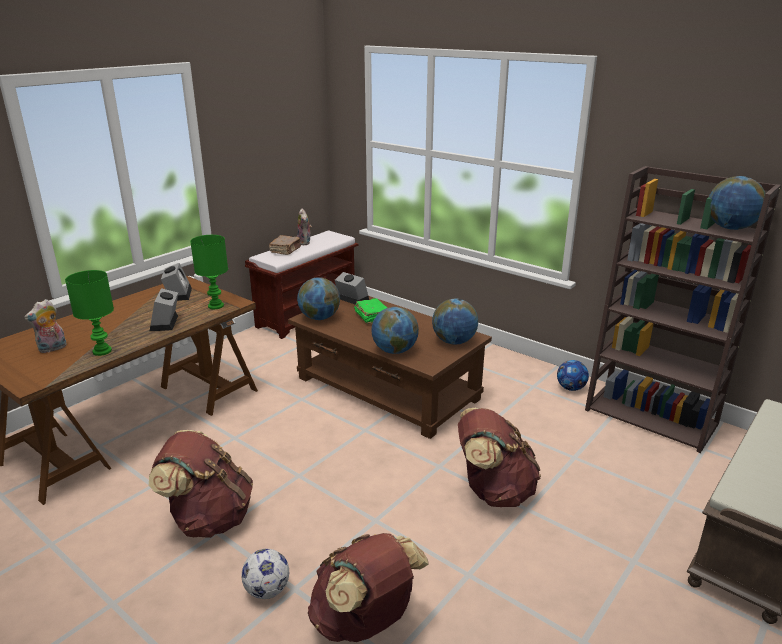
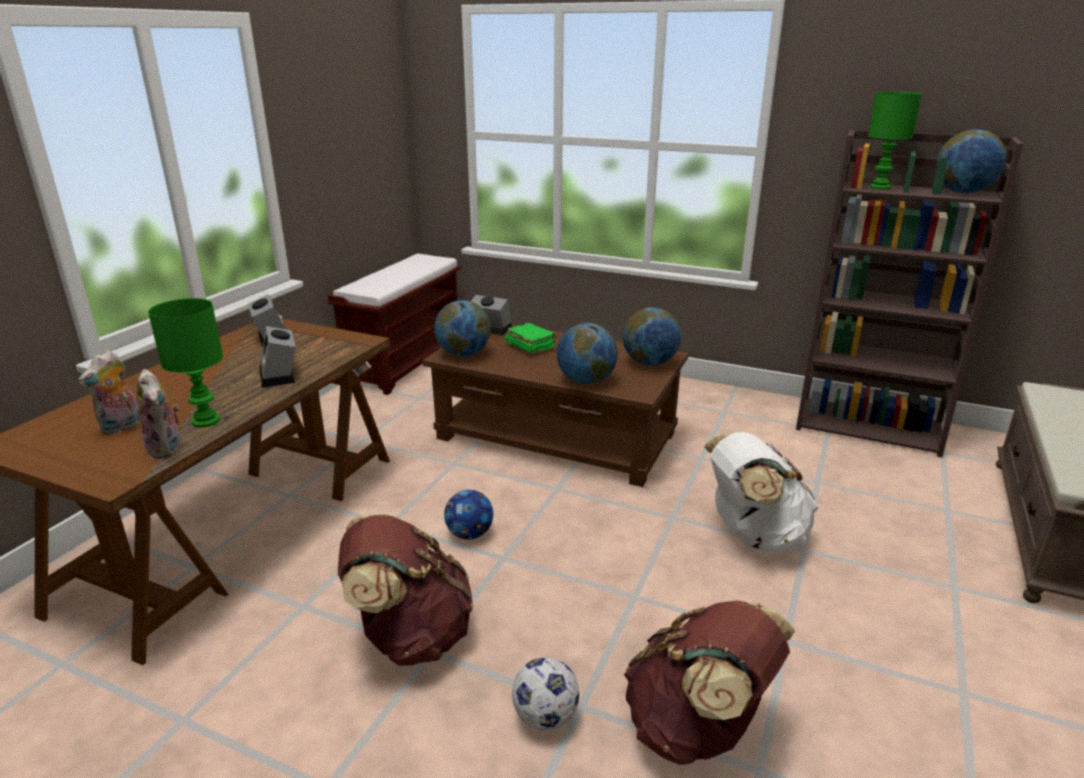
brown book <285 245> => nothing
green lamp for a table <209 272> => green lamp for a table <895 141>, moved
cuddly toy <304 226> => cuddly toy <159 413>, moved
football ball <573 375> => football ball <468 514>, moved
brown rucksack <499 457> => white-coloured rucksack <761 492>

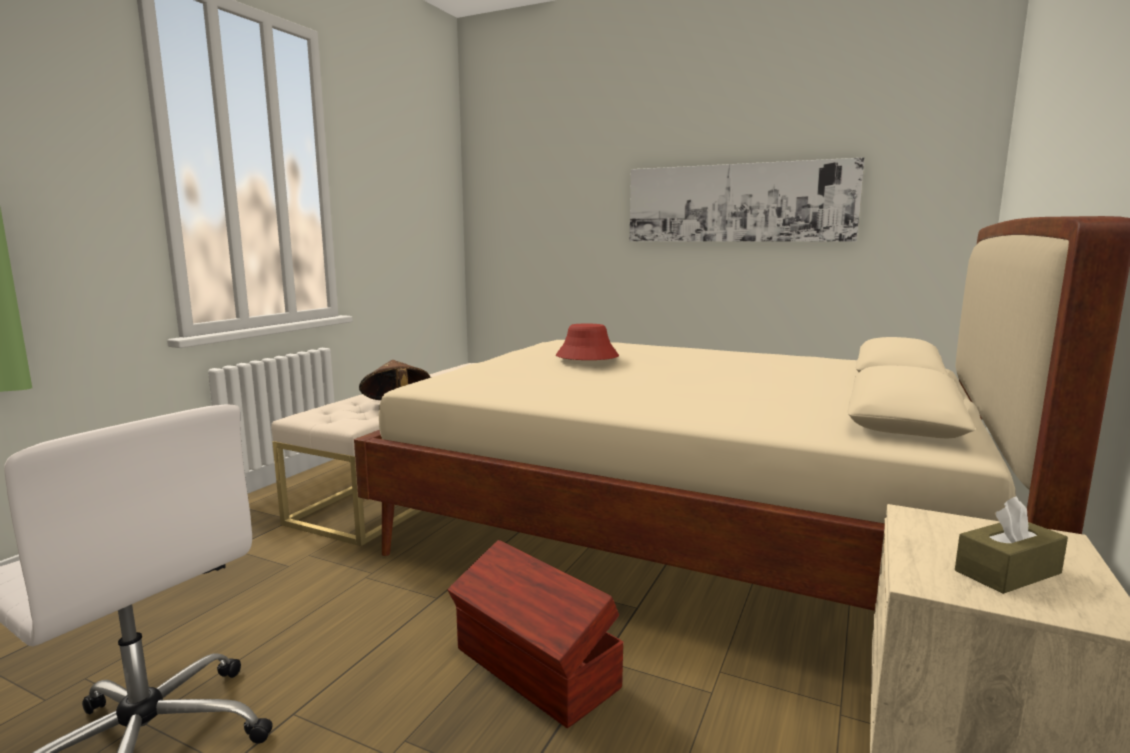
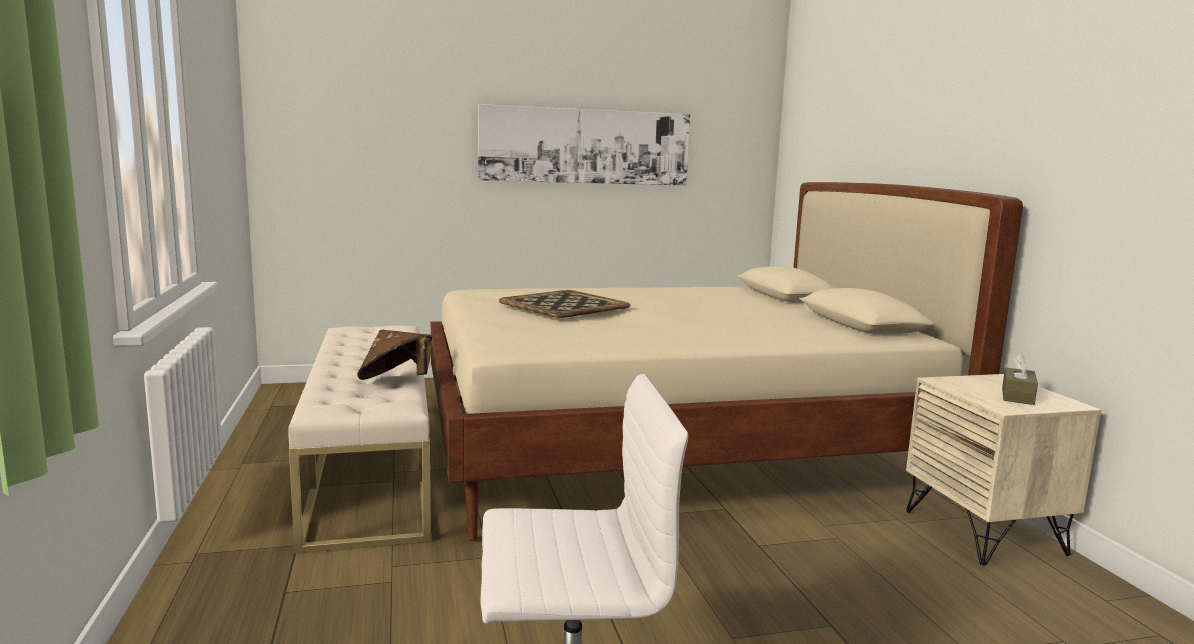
brown storage box <535 634> => nothing
red-coloured clothing hat <587 342> => tray <564 304>

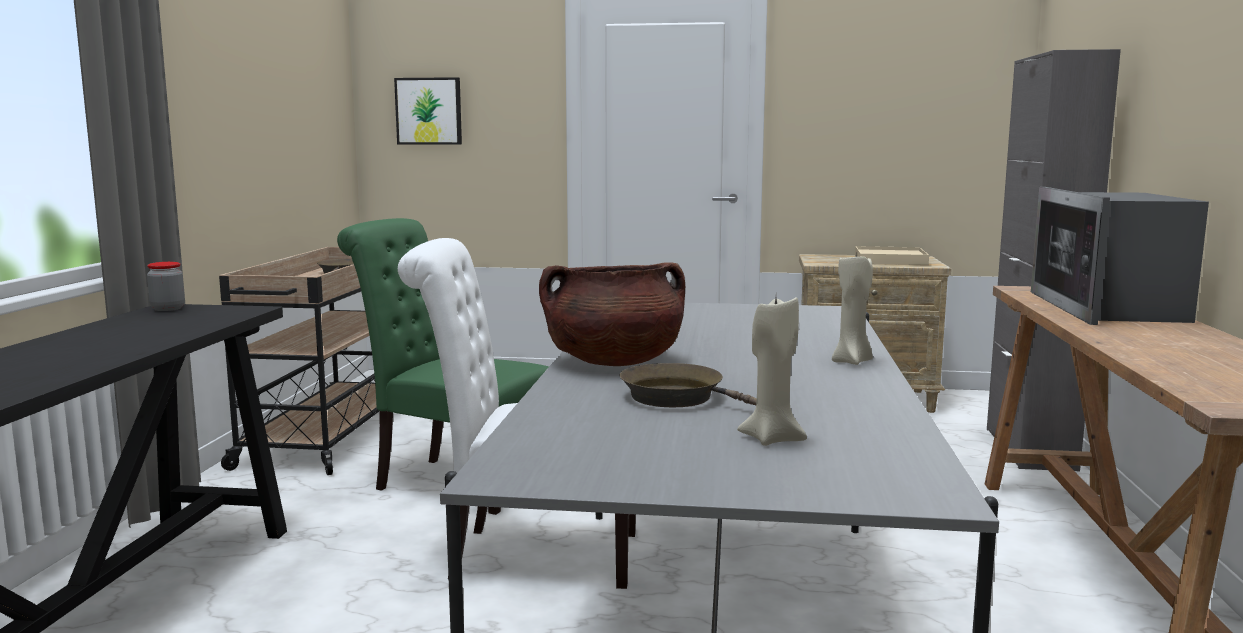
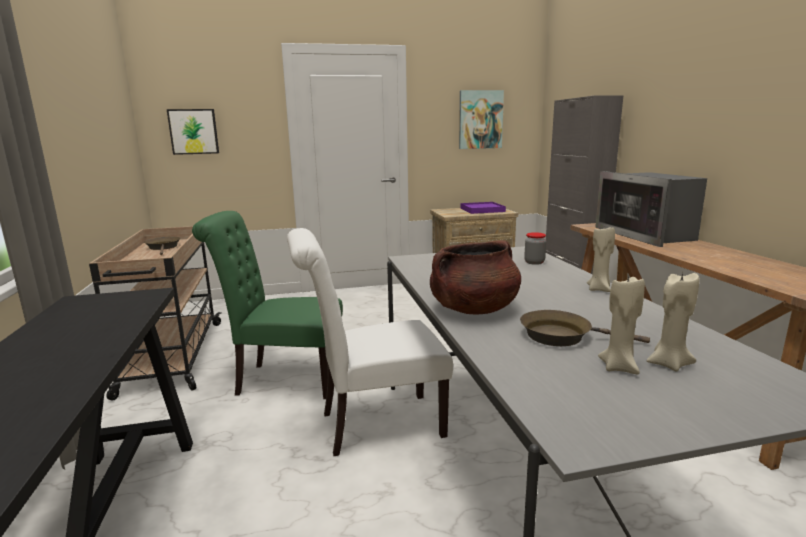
nothing => wall picture <481 119>
nothing => beige candle <621 324>
storage jar <166 286> => storage jar <535 248>, moved
beige tray <892 255> => purplish tray <483 208>

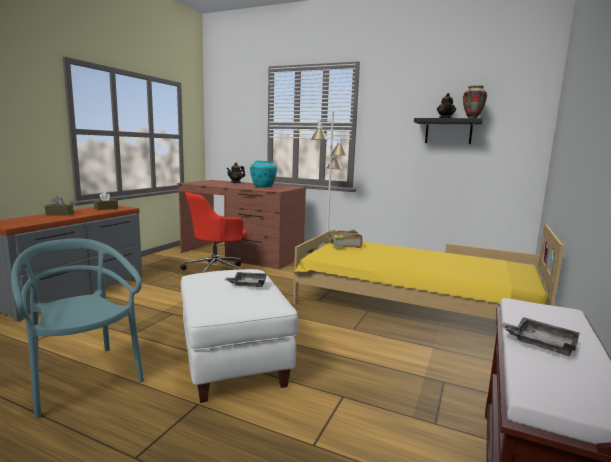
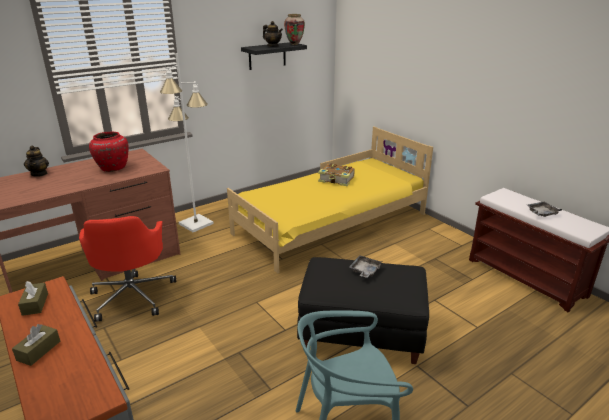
book <344 238> => book <336 175>, moved
white-coloured pouffe <239 336> => black pouffe <363 310>
turquoise flower vase <263 174> => red-coloured flower vase <108 152>

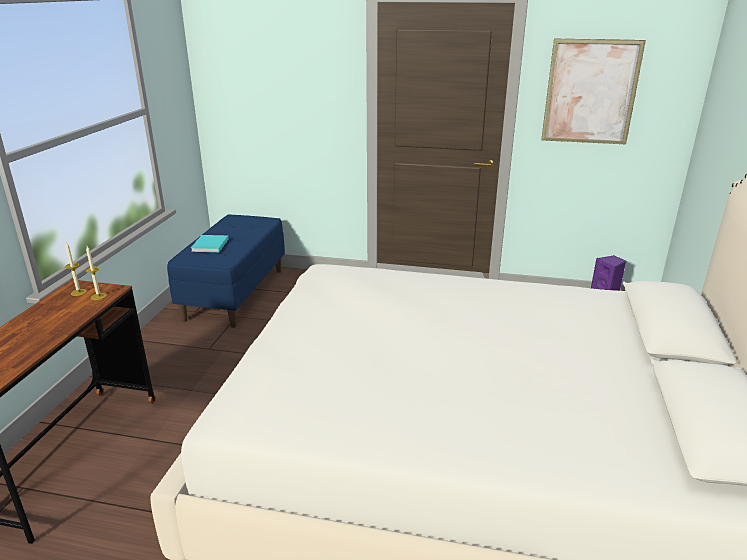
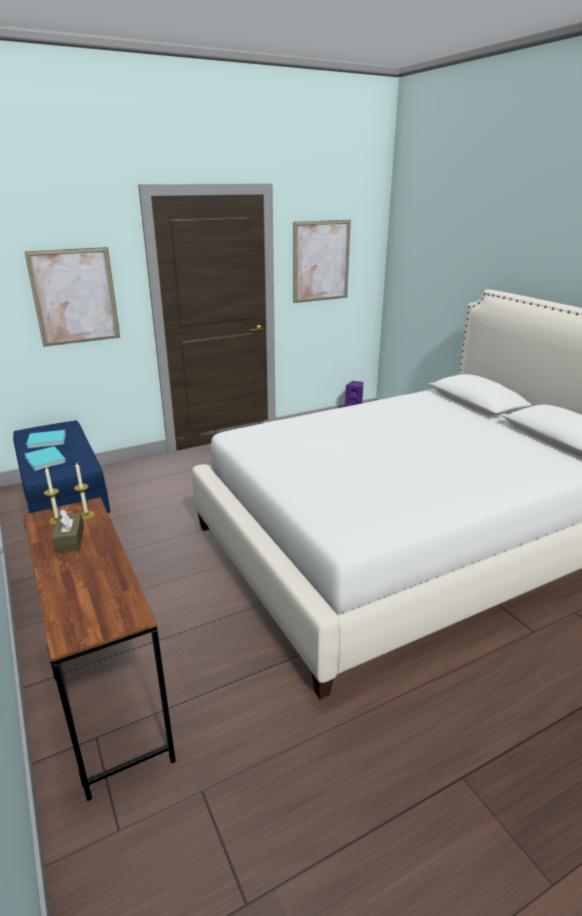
nothing => wall picture <72 297>
nothing => turquoise book <46 439>
nothing => brown tissue holder <68 531>

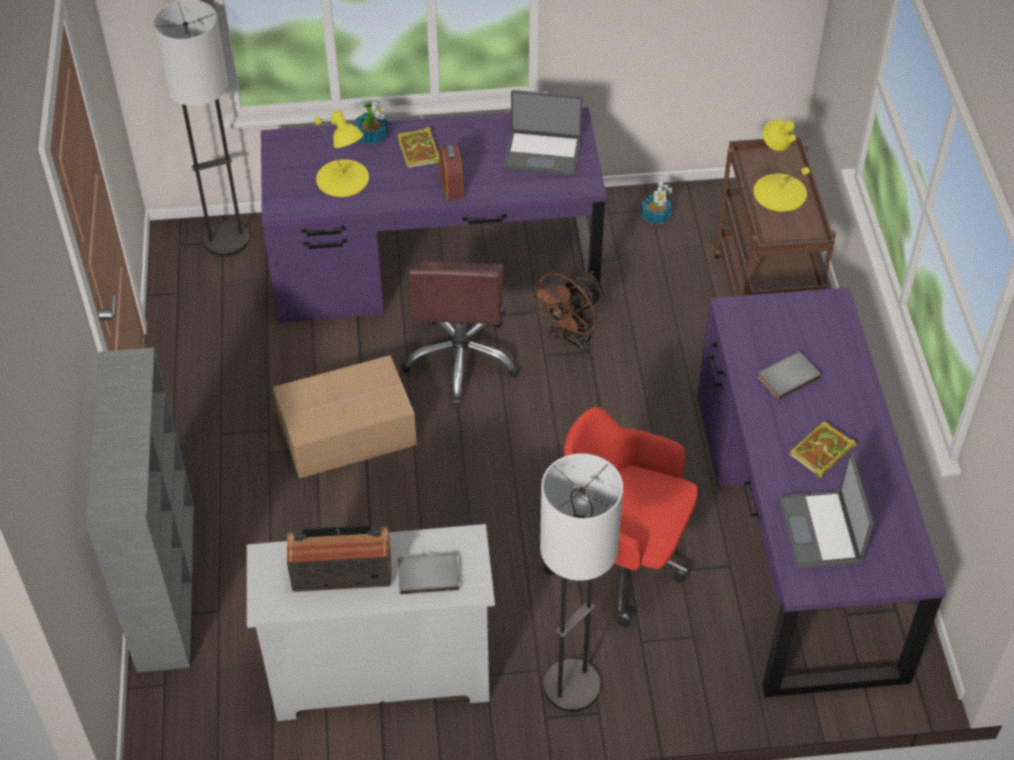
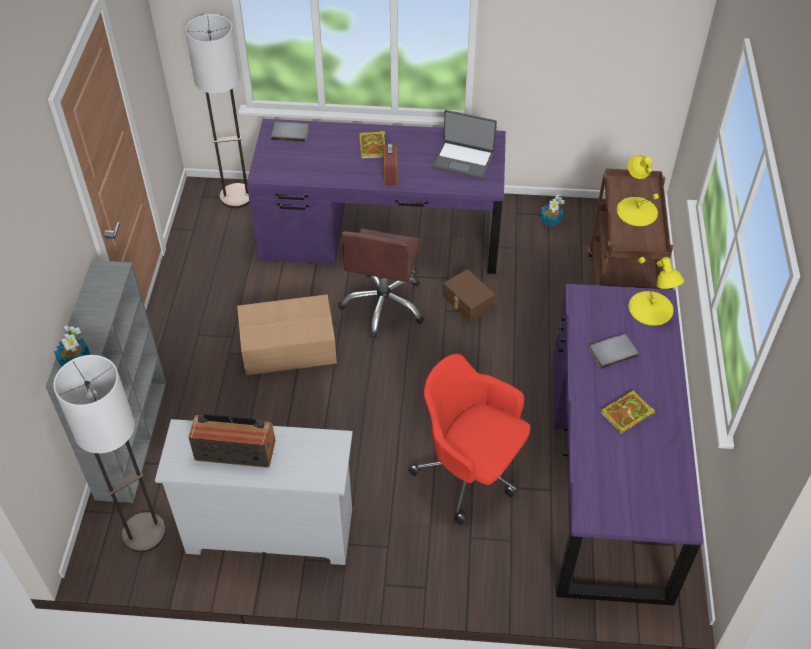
notebook computer <826 511> => nothing
yellow lamp for a table <342 153> => yellow lamp for a table <656 291>, moved
houseplant <371 121> => houseplant <72 346>, moved
gray book <428 573> => gray book <290 132>, moved
standing lamp <581 582> => standing lamp <109 453>, moved
brown fan <567 313> => brown storage box <469 295>

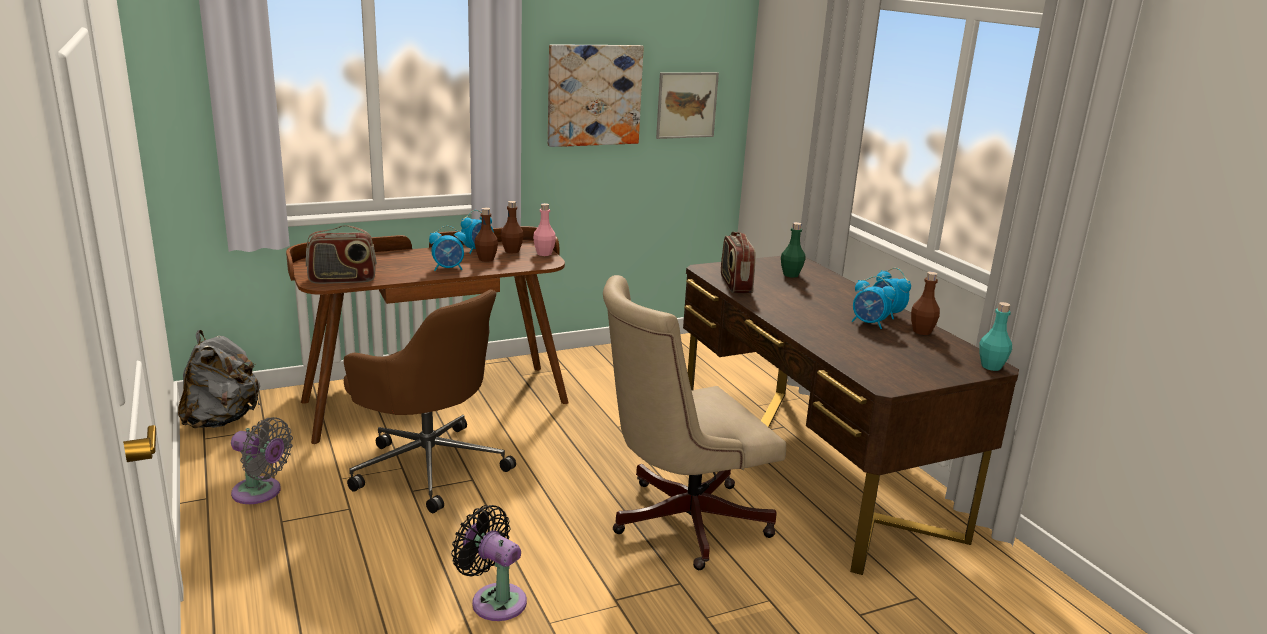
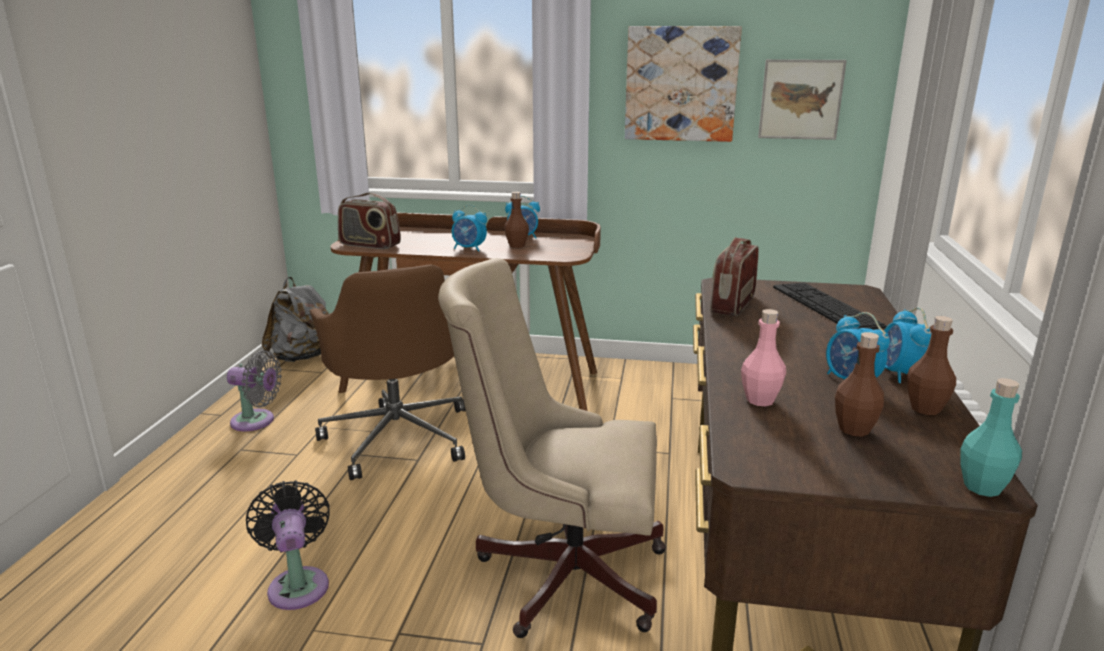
brown drink bottle <512 227> => brown drink bottle <859 384>, moved
pinkish drink bottle <544 229> => pinkish drink bottle <763 357>, moved
green drink bottle <793 250> => computer keyboard <830 305>
gray fan <262 460> => gray fan <254 390>, 45 degrees counterclockwise

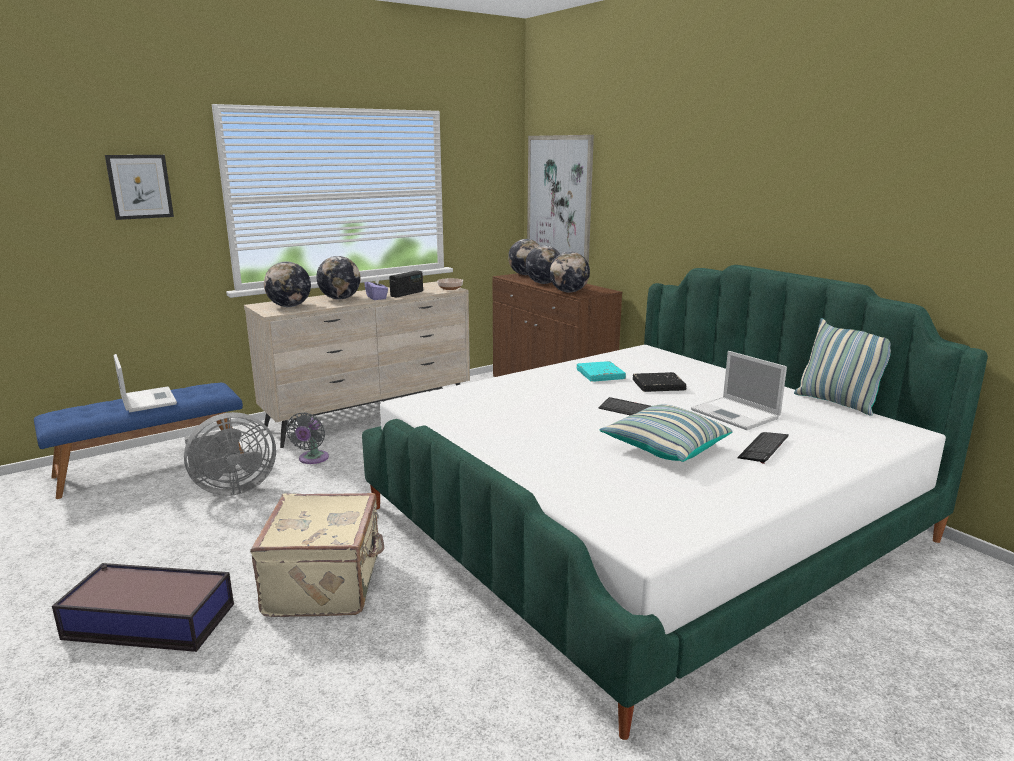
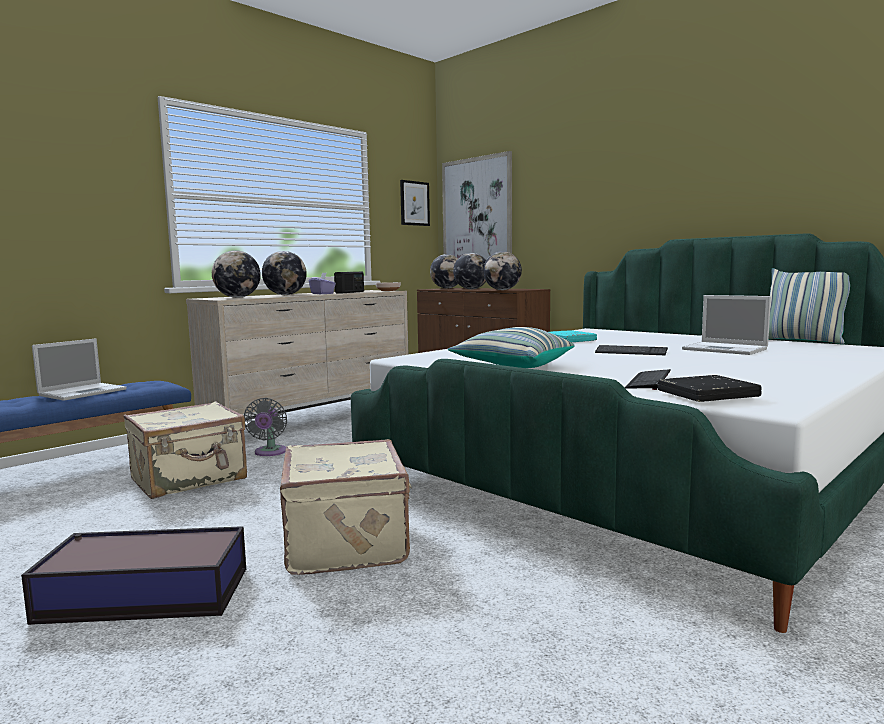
wall picture <139 187> => wall picture <415 203>, moved
cushion <666 433> => cushion <511 347>, moved
black book <659 382> => black book <709 388>, moved
computer keyboard <763 448> => computer keyboard <647 379>, moved
gray fan <230 454> => beige suitcase <185 450>
notebook computer <145 383> => notebook computer <79 369>, 75 degrees clockwise

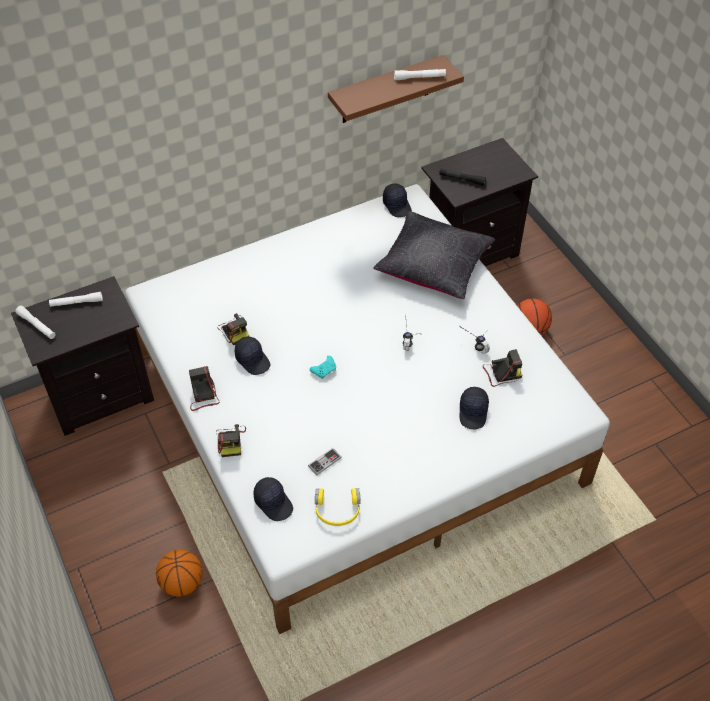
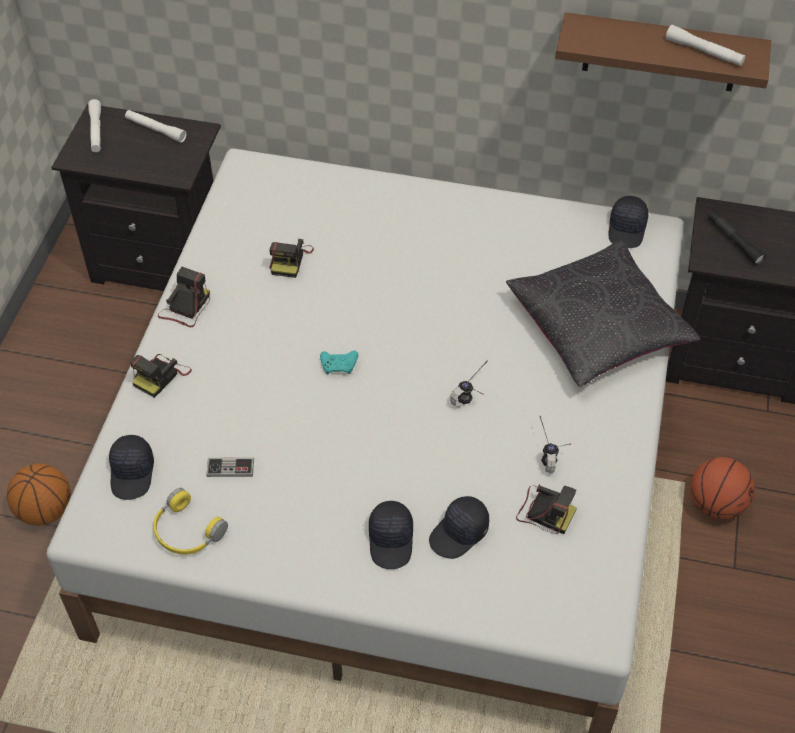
black baseball cap <252 356> => black baseball cap <391 535>, moved

